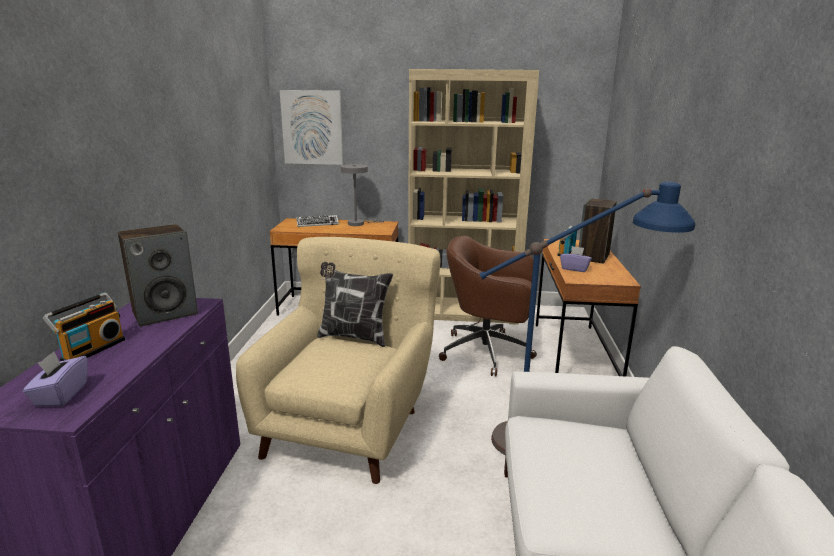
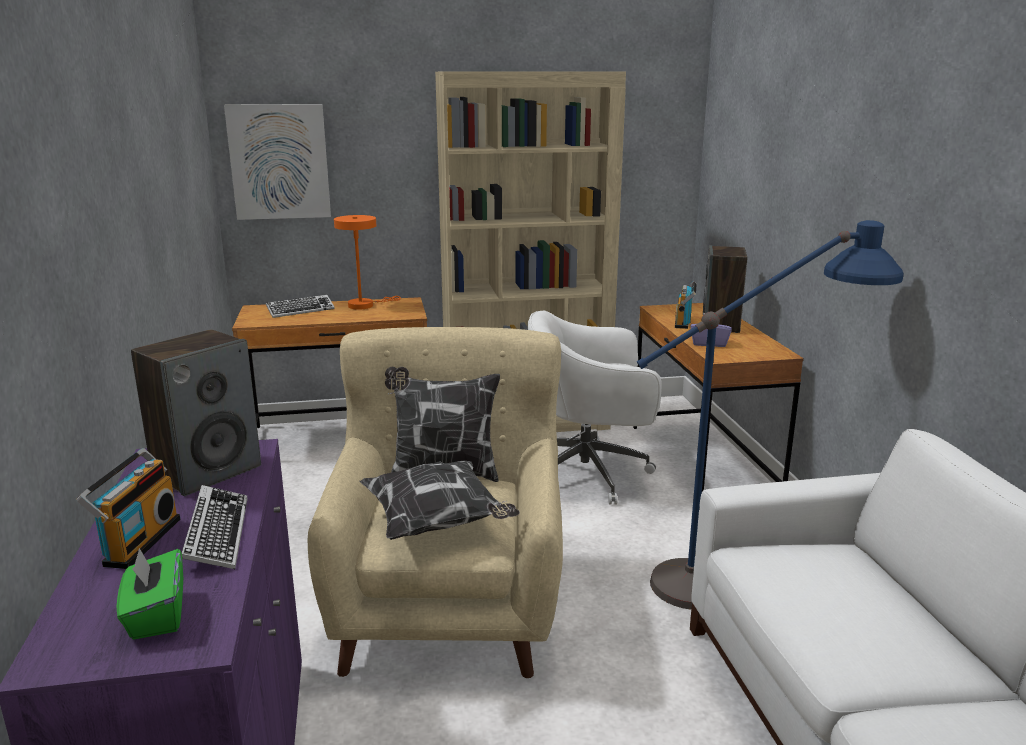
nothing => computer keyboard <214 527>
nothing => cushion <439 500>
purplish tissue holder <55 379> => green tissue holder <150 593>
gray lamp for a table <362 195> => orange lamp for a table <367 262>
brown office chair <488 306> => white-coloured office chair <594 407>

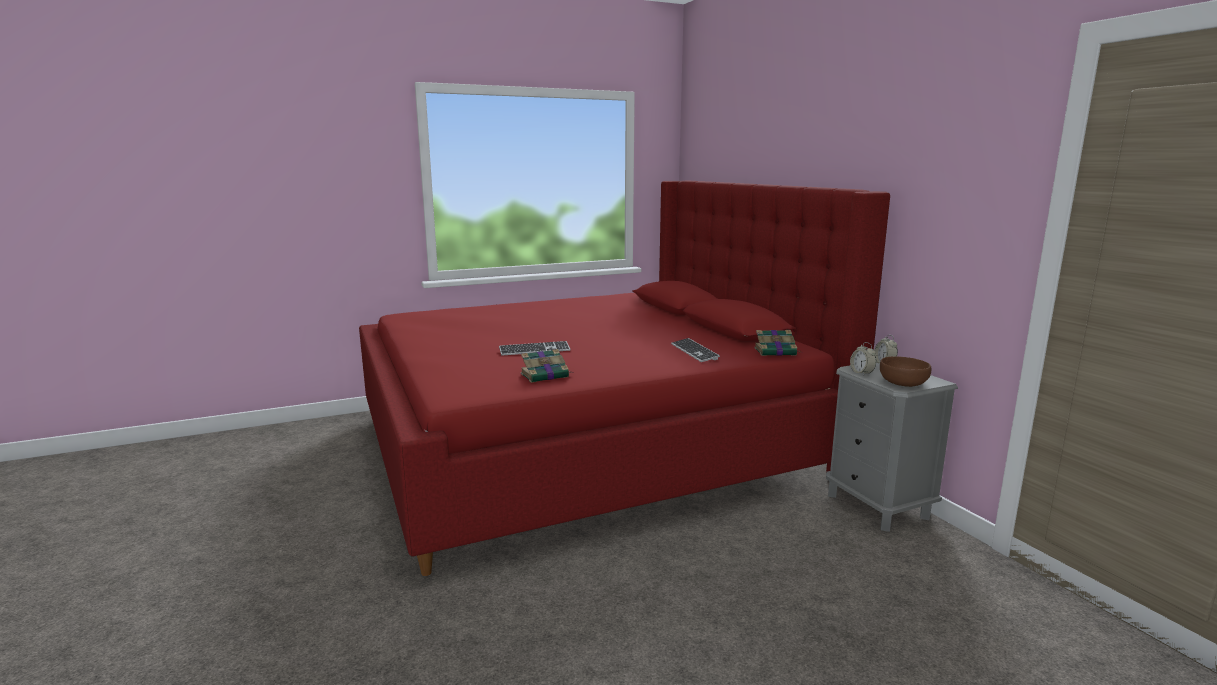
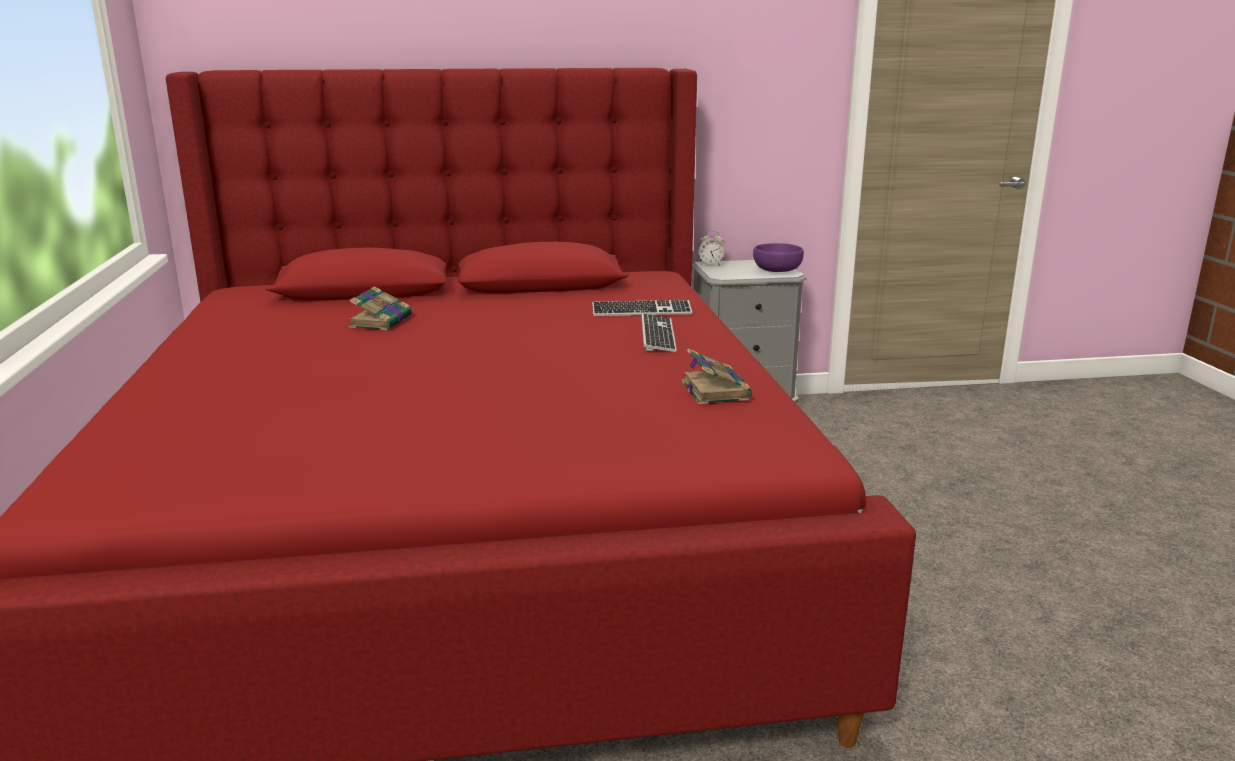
alarm clock <863 359> => nothing
computer keyboard <534 348> => computer keyboard <659 332>, moved
book <777 343> => book <380 308>, moved
brown deep dish <905 371> => purplish deep dish <778 257>

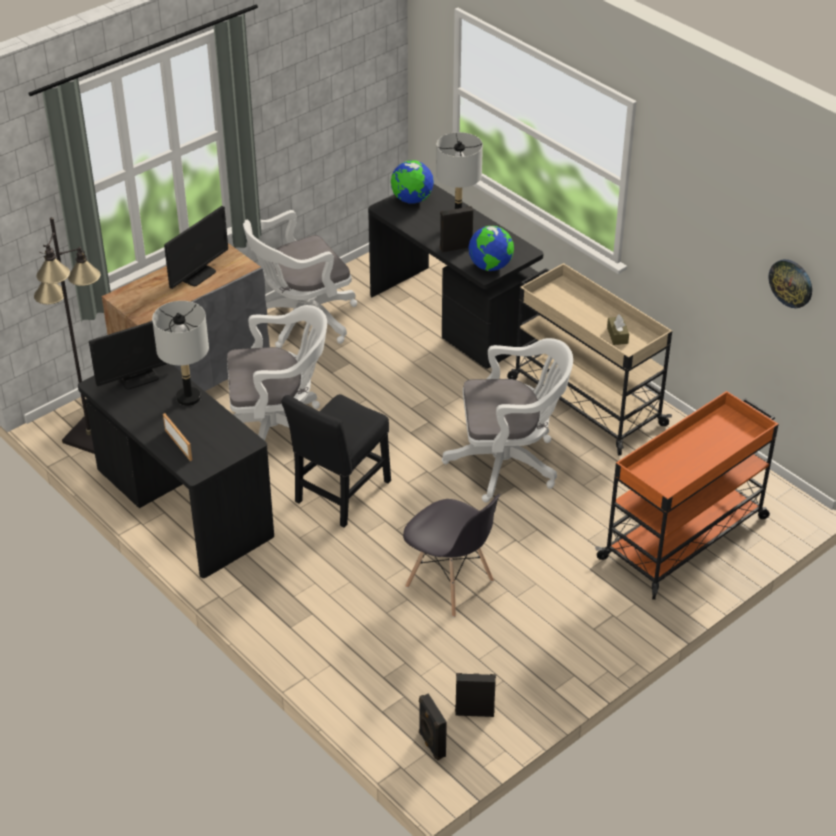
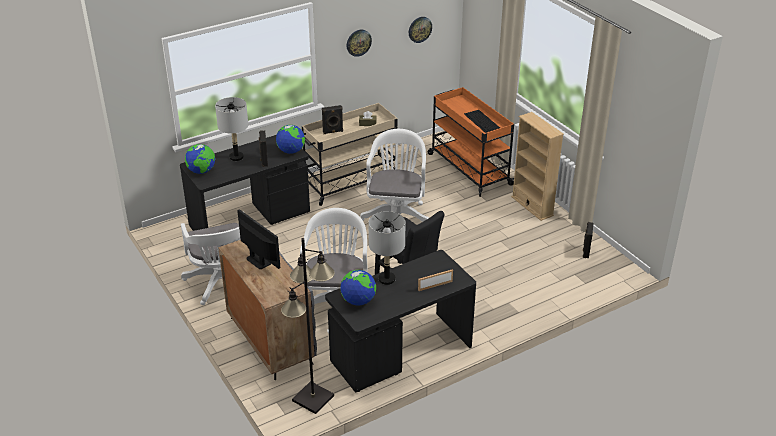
gray chair <451 555> => nothing
nothing => hanging clock <359 43>
nothing => computer keyboard <482 121>
nothing => beige bookcase <537 166>
black speaker <433 726> => black speaker <332 119>, moved
computer display <128 355> => globe <358 287>

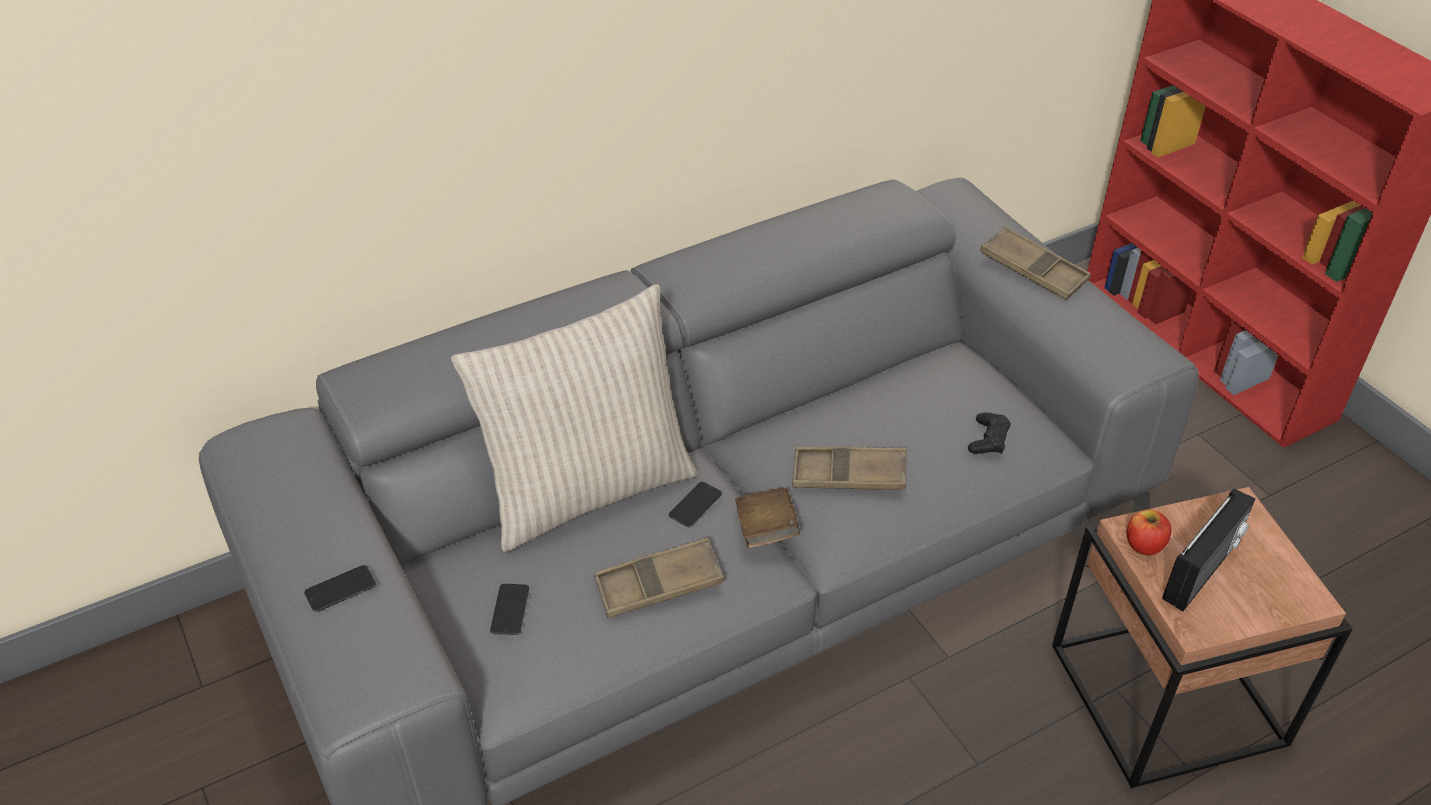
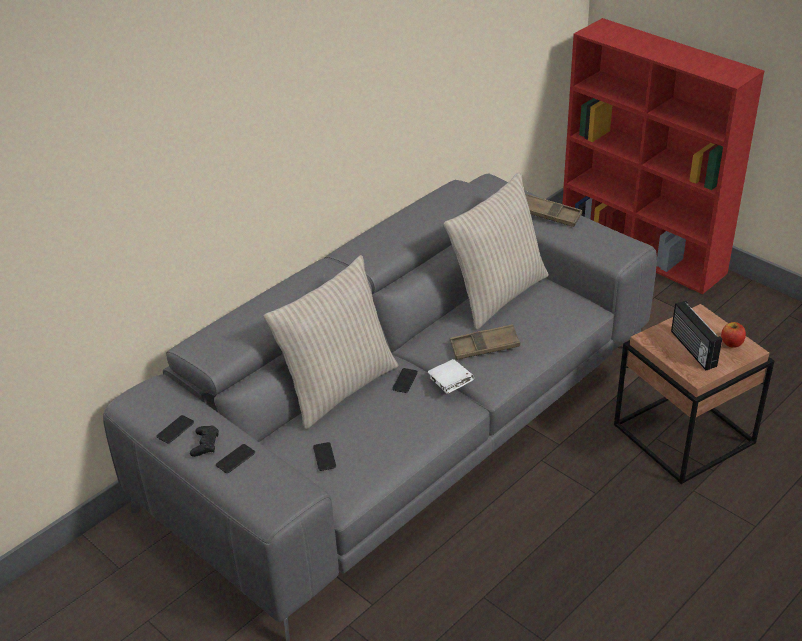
brown tray <659 578> => nothing
nothing => telephone <175 429>
nothing => beige cushion <496 251>
black gamepad <989 433> => black gamepad <204 441>, moved
apple <1149 532> => apple <733 335>, moved
brown book <767 517> => white-coloured book <451 376>
radio receiver <1208 549> => radio receiver <696 335>, 135 degrees clockwise

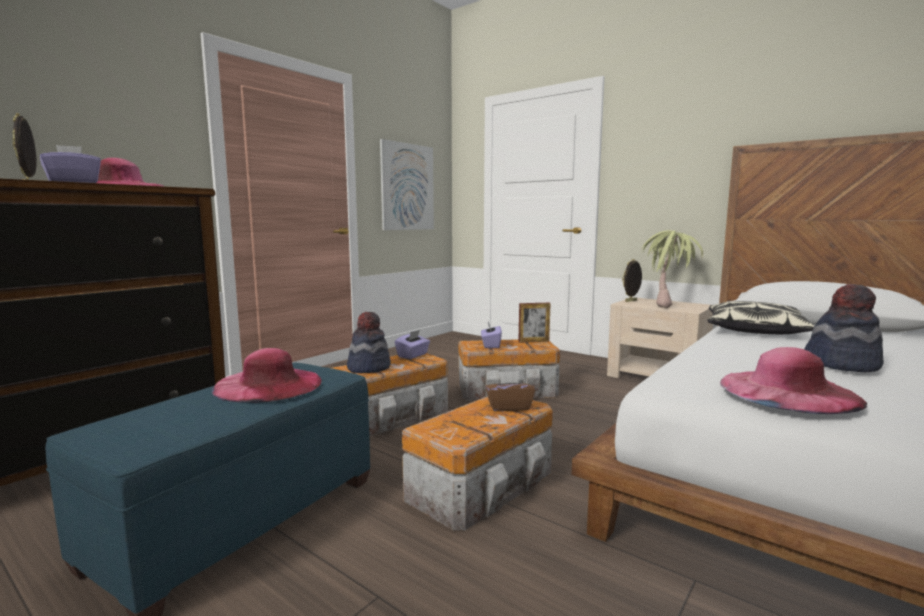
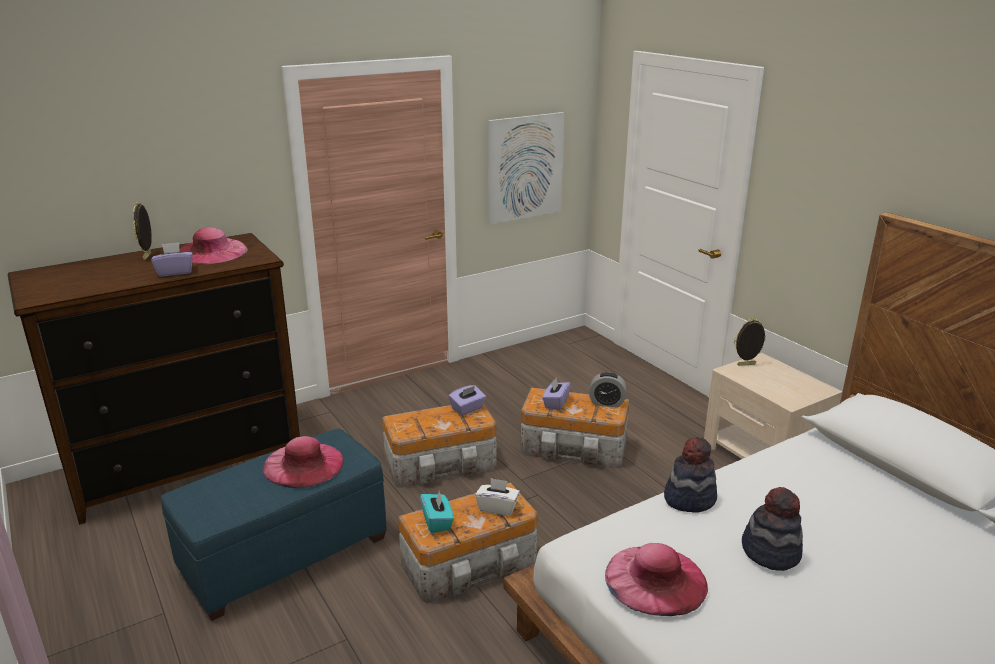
houseplant <672 269> => nothing
cushion <761 317> => nothing
nothing => turquoise tissue holder <437 511>
clothing hat <369 342> => clothing hat <690 475>, moved
photo frame <534 323> => alarm clock <608 390>
brown tissue holder <510 391> => white-coloured tissue holder <497 497>

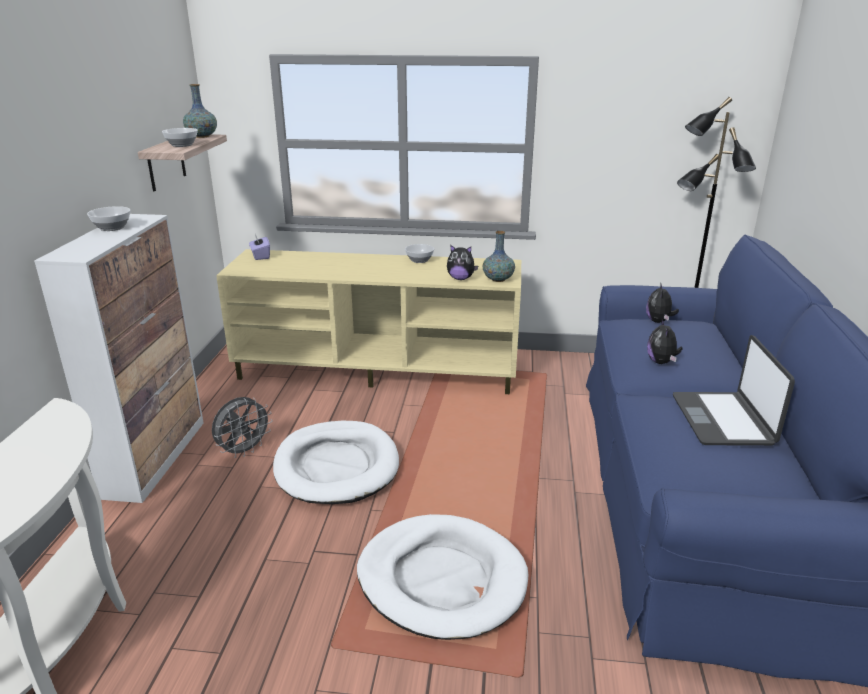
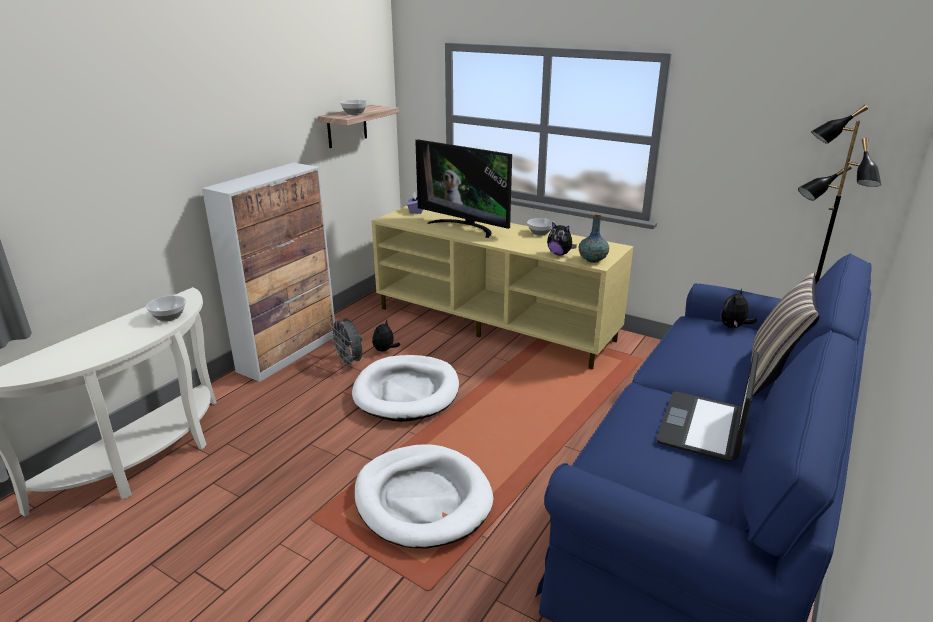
flower vase <200 111> => nothing
nothing => TV <463 188>
nothing => cushion <785 334>
deep dish <109 218> => deep dish <166 308>, moved
cuddly toy <665 342> => cuddly toy <386 335>, moved
gray fan <242 427> => gray fan <345 343>, 75 degrees clockwise

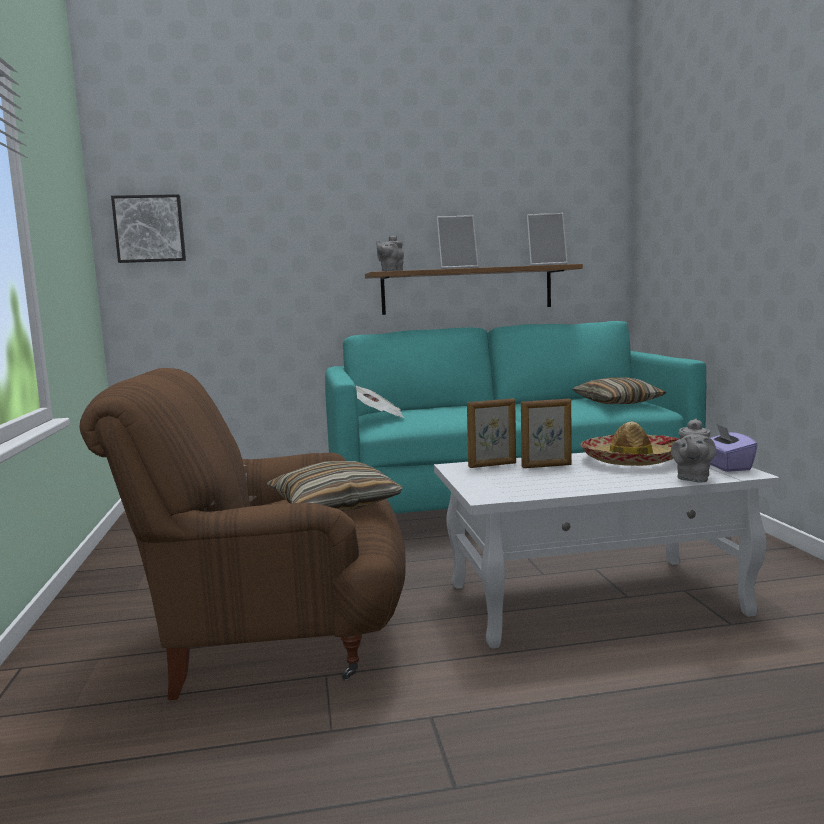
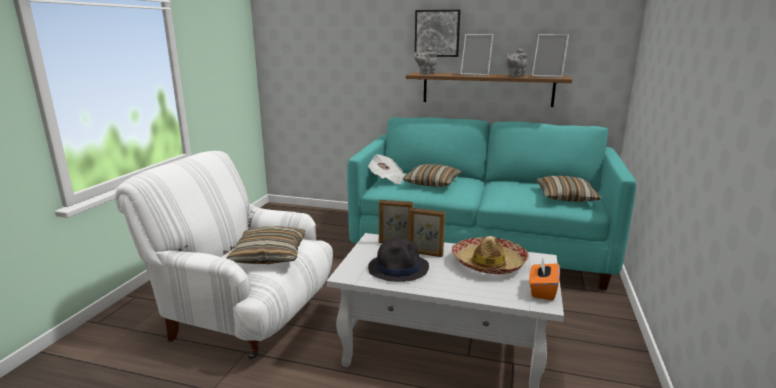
nothing => black clothing hat <398 259>
nothing => cushion <432 175>
wall picture <148 228> => wall picture <438 33>, moved
gray teapot <693 450> => gray teapot <516 62>, moved
brown lounge chair <242 534> => white-coloured lounge chair <223 255>
purplish tissue holder <734 448> => orange tissue holder <544 279>

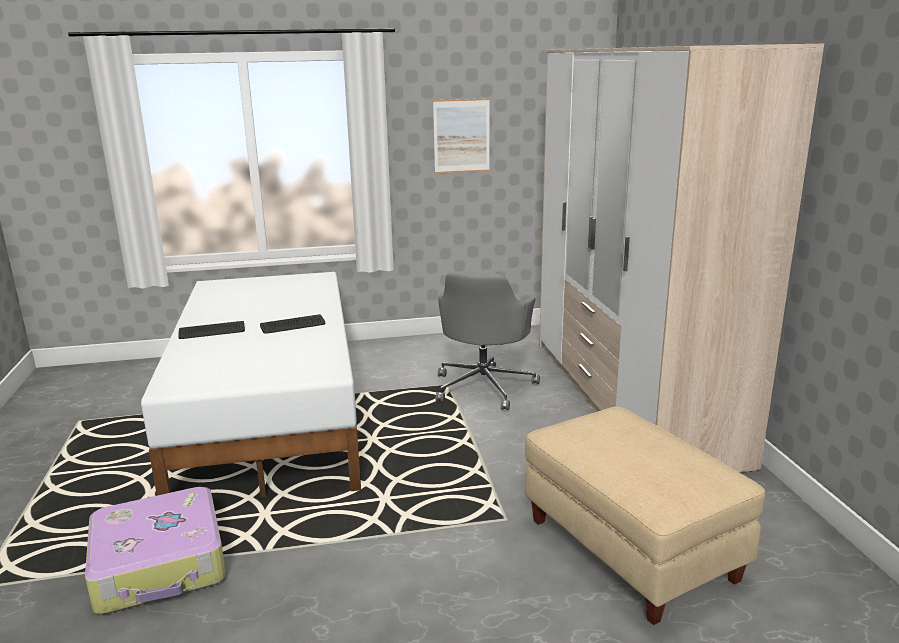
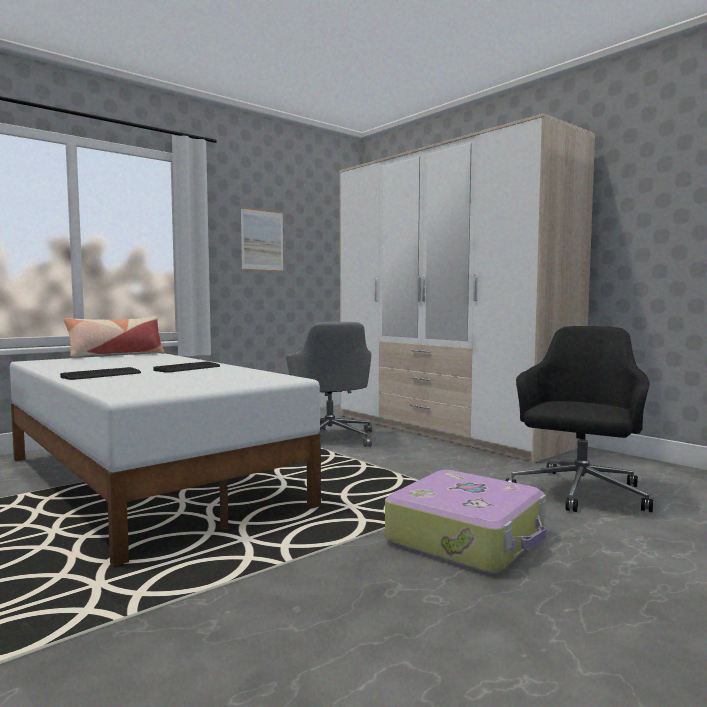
nothing => cushion <114 337>
suitcase <155 550> => suitcase <466 522>, moved
beige pouffe <645 516> => black office chair <579 419>

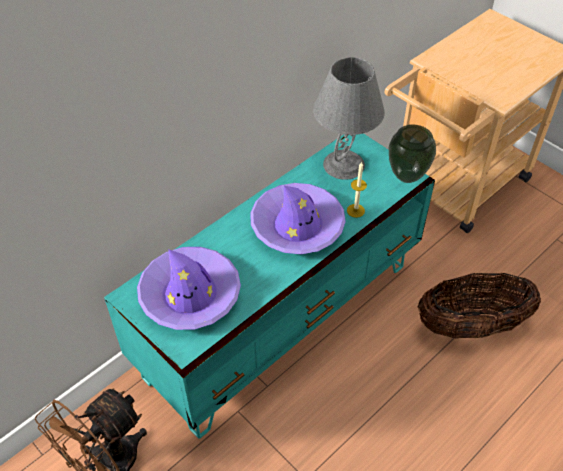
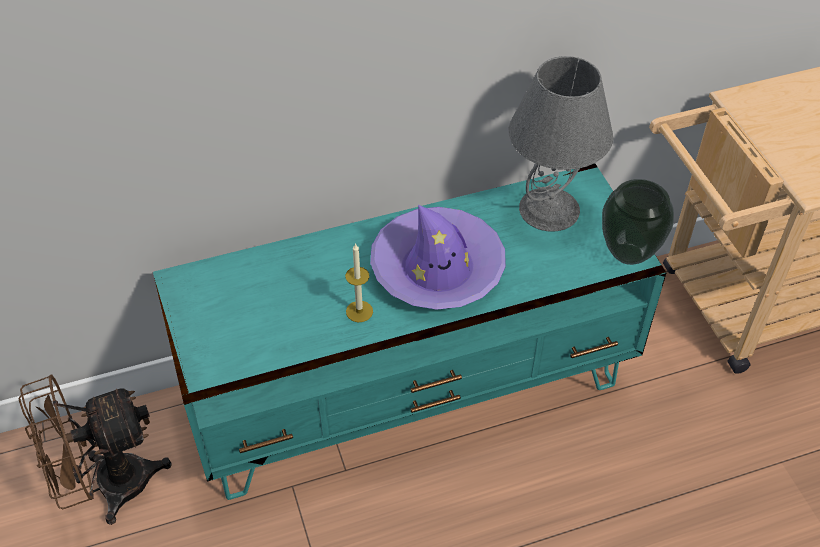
purplish clothing hat <189 288> => nothing
household basket <479 305> => nothing
candle <357 189> => candle <359 282>, moved

